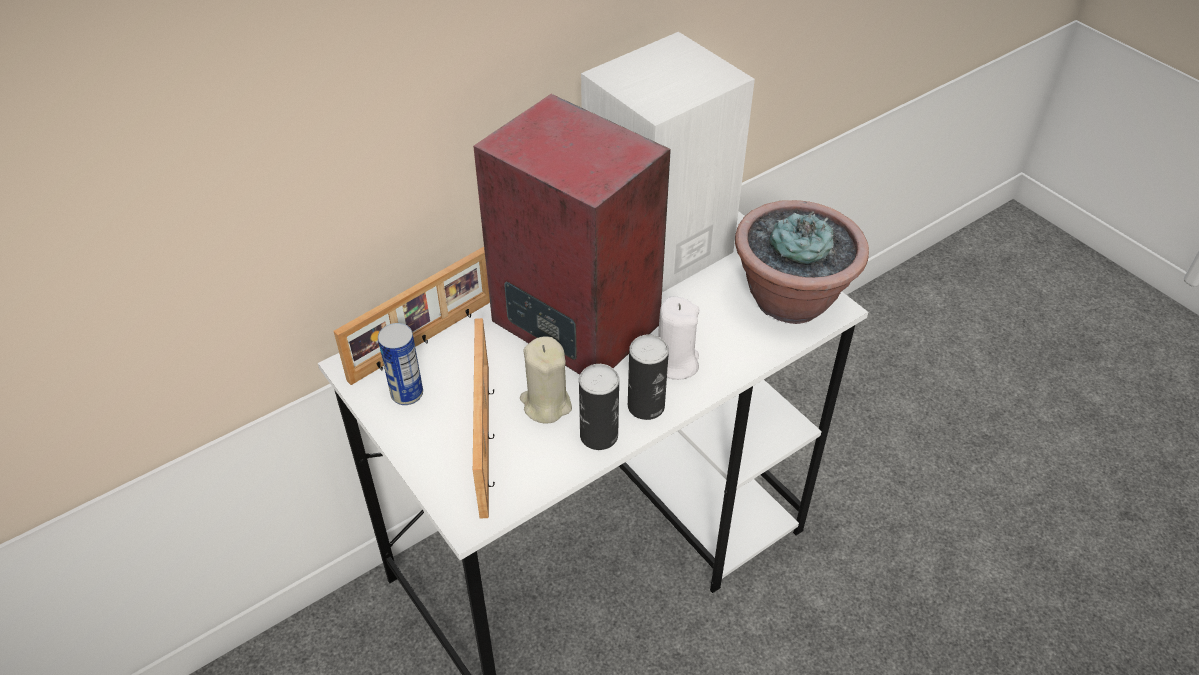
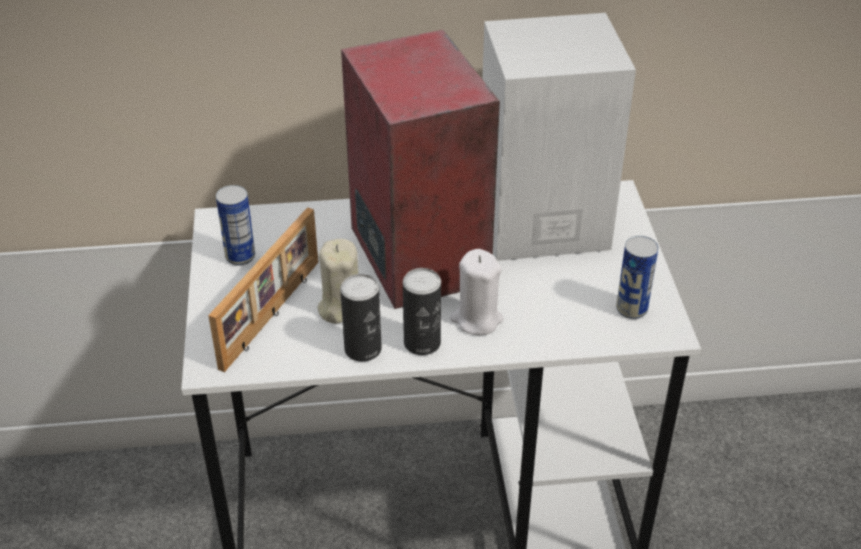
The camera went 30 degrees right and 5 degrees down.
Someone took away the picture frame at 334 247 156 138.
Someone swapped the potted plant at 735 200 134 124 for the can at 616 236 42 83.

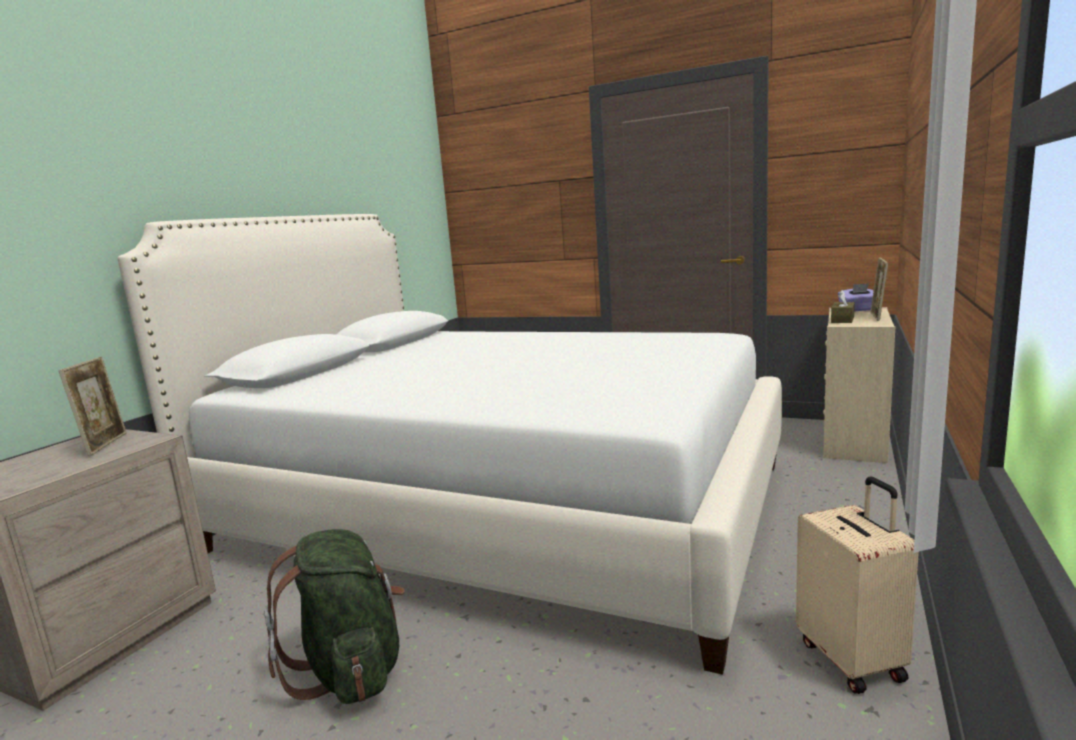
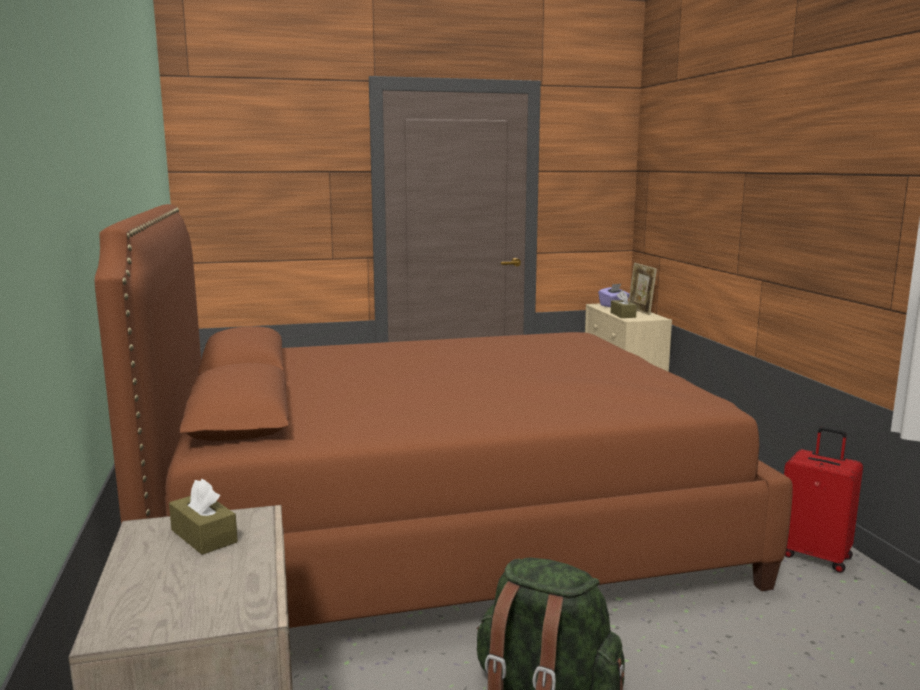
The camera went 40 degrees left and 0 degrees up.
Someone swapped the picture frame at 59 357 68 99 for the brownish tissue box at 169 479 69 76.
Someone repainted the white bedroom bed at 118 214 664 461, which became the brownish bedroom bed at 95 204 698 424.
Someone repainted the sand-coloured travel case at 796 477 123 217, which became the red-coloured travel case at 784 427 79 146.

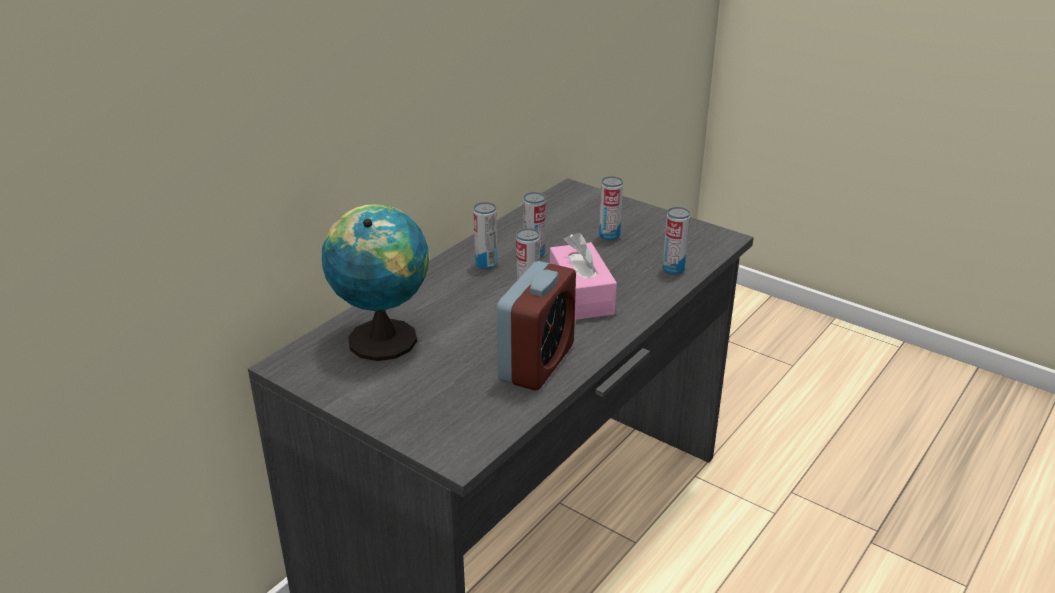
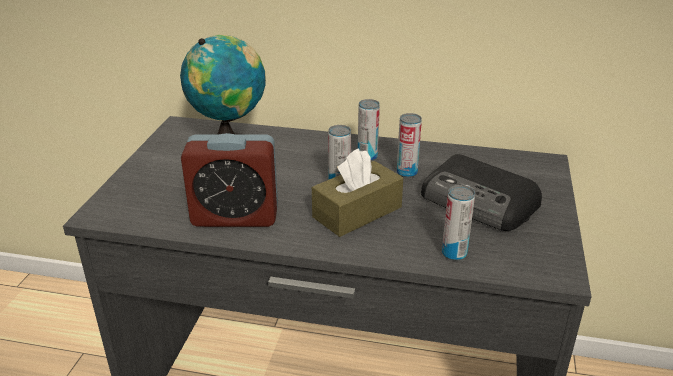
The camera went 65 degrees right and 0 degrees up.
Someone swapped the can at 599 176 24 65 for the radio set at 421 154 121 77.
Someone repainted the pink-coloured tissue box at 550 232 67 88, which became the brownish tissue box at 312 148 91 89.

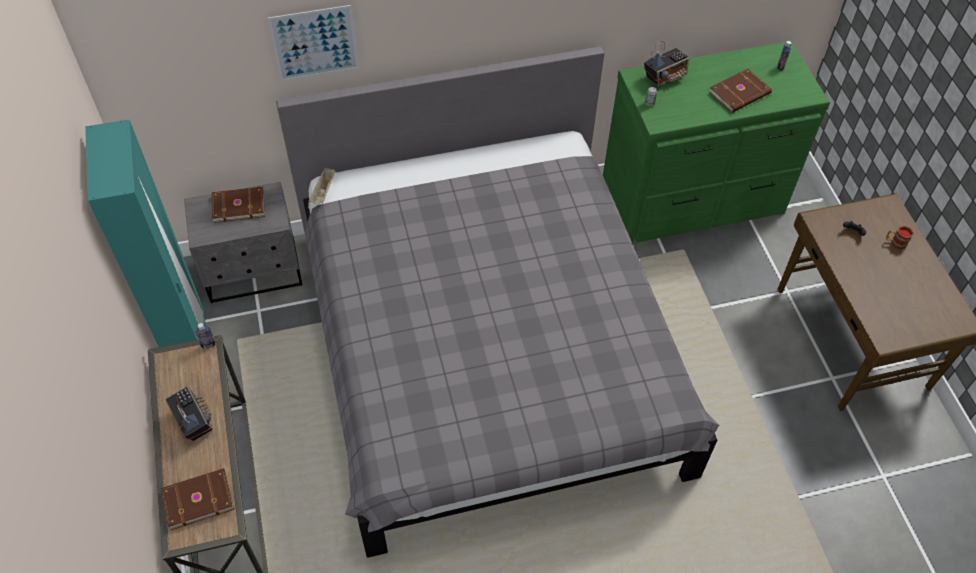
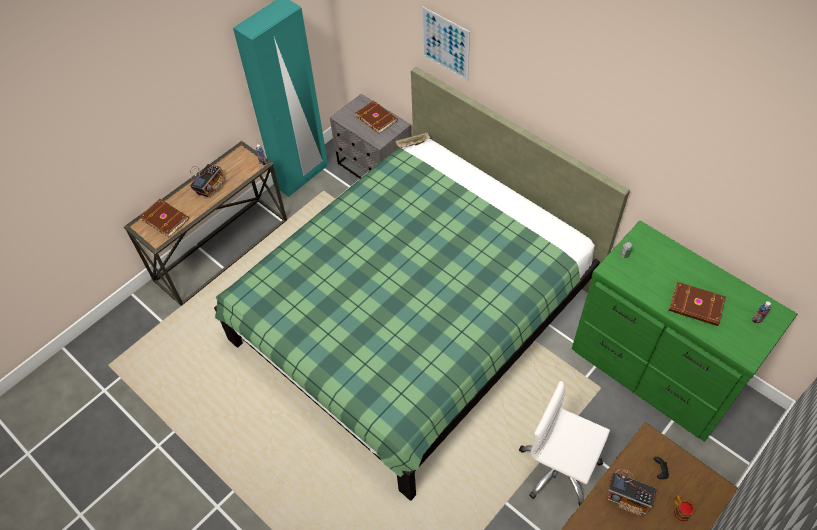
The camera went 60 degrees right and 0 degrees up.
Someone put down the white desk chair at 519 381 91 125.
Someone carried the radio set from 644 40 46 48 to 607 469 49 47.
Someone repainted the grey bedroom bed at 276 47 443 511, which became the greenish bedroom bed at 214 67 416 434.

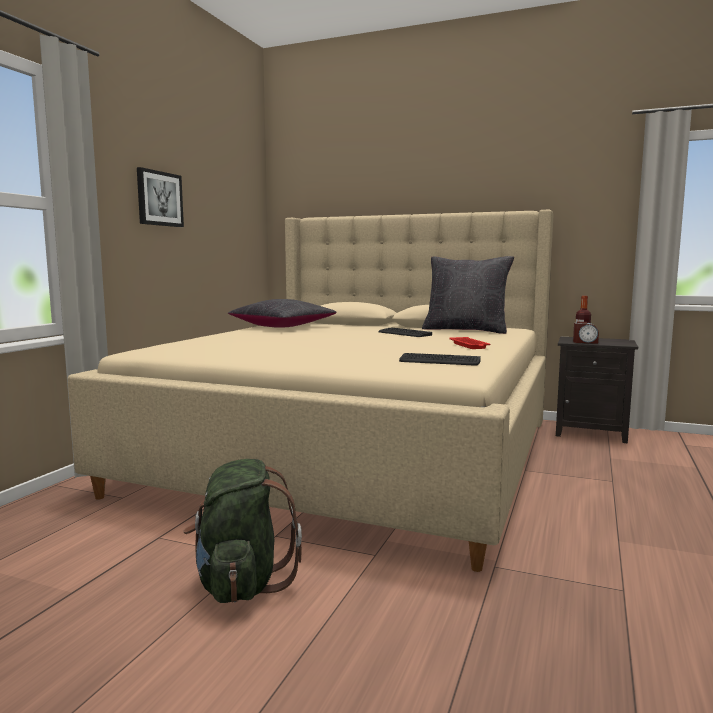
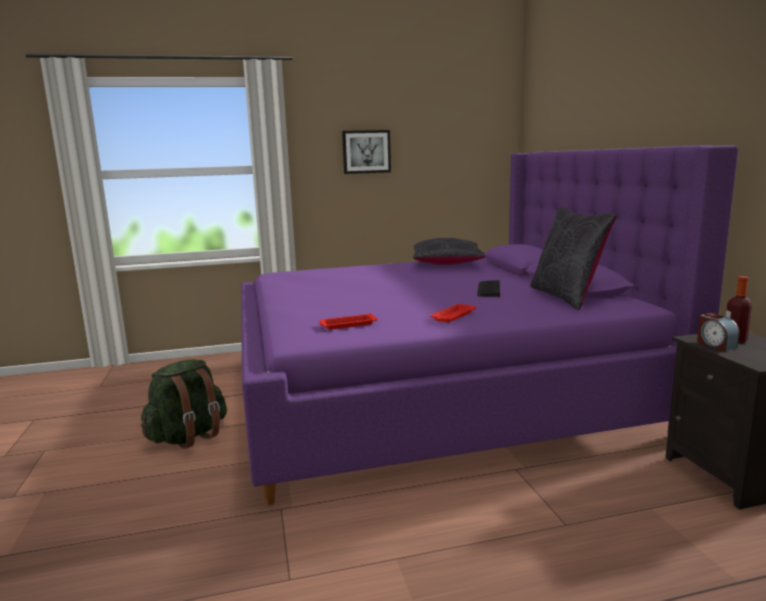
The camera went 55 degrees right and 5 degrees up.
Someone swapped the keyboard at 399 353 82 12 for the red-coloured carrying tray at 319 313 59 17.
Someone repainted the sand-coloured bedroom bed at 68 210 486 362, which became the purple bedroom bed at 241 145 497 360.

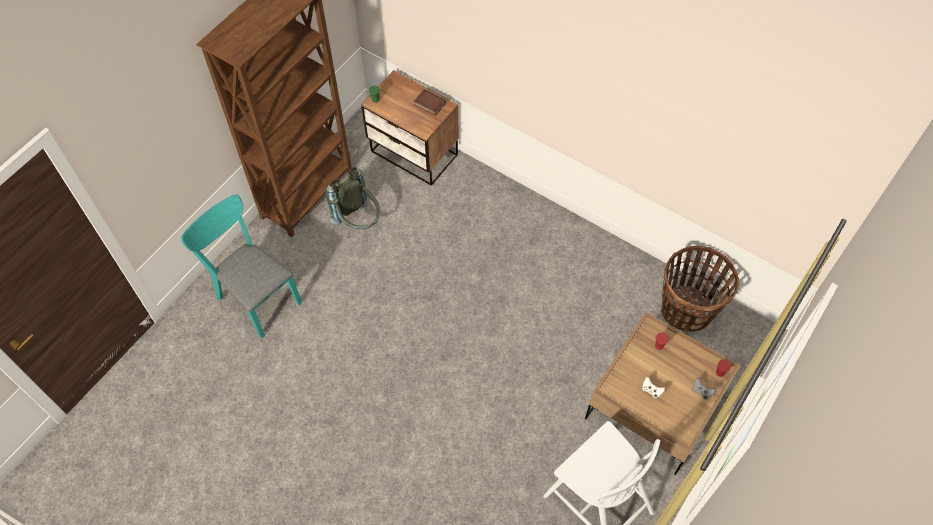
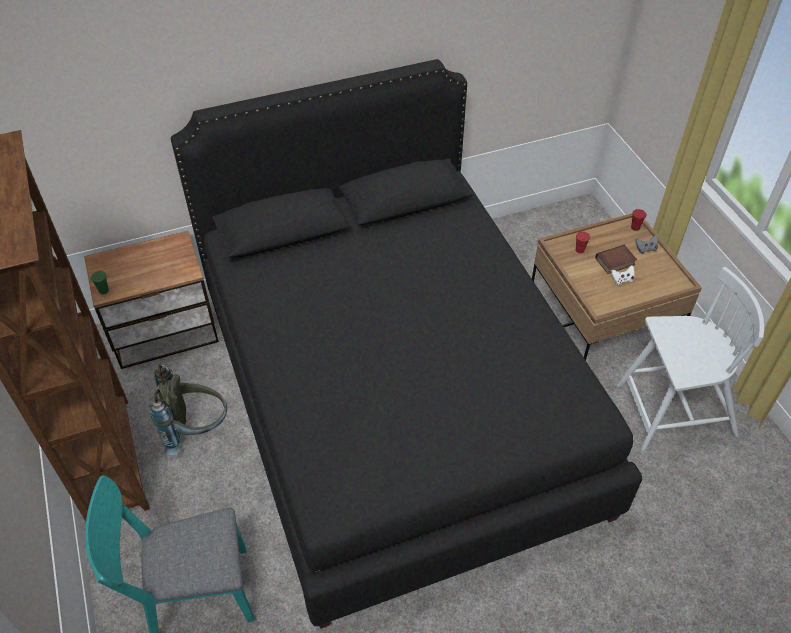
The camera went 55 degrees left and 10 degrees down.
Someone took away the basket at 661 246 78 86.
Someone put down the black bedroom bed at 171 59 471 570.
Someone carried the bound book from 414 90 32 26 to 596 245 41 29.

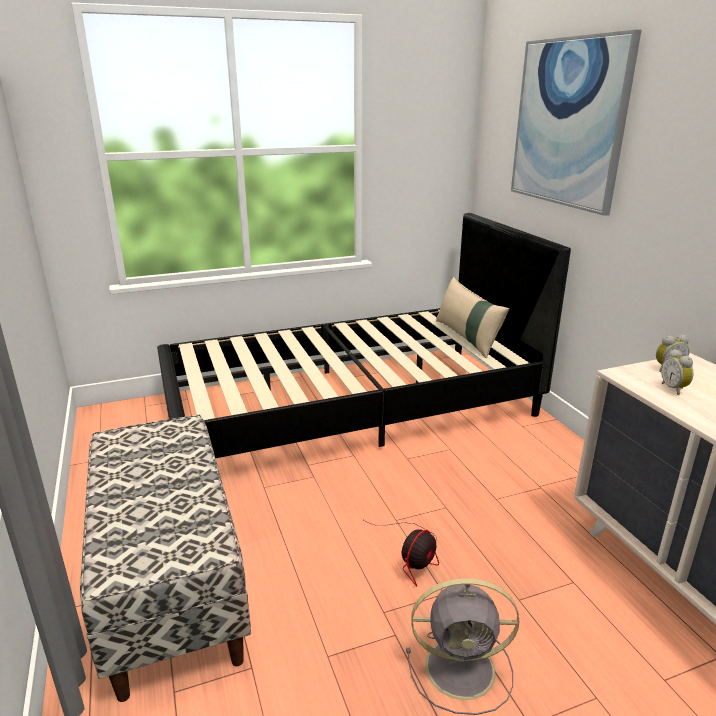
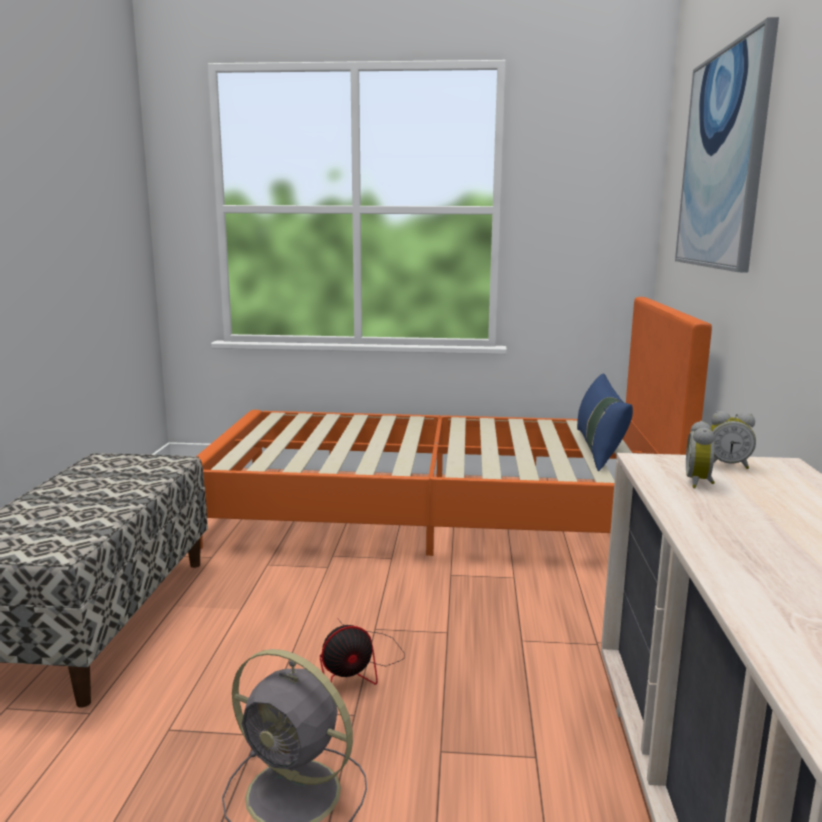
The camera went 25 degrees right and 10 degrees down.
Someone repainted the black bedroom bed at 157 213 414 245, which became the orangey bedroom bed at 197 297 515 259.
Someone repainted the sand-coloured cushion at 436 277 73 81, which became the blue-coloured cushion at 577 373 56 98.

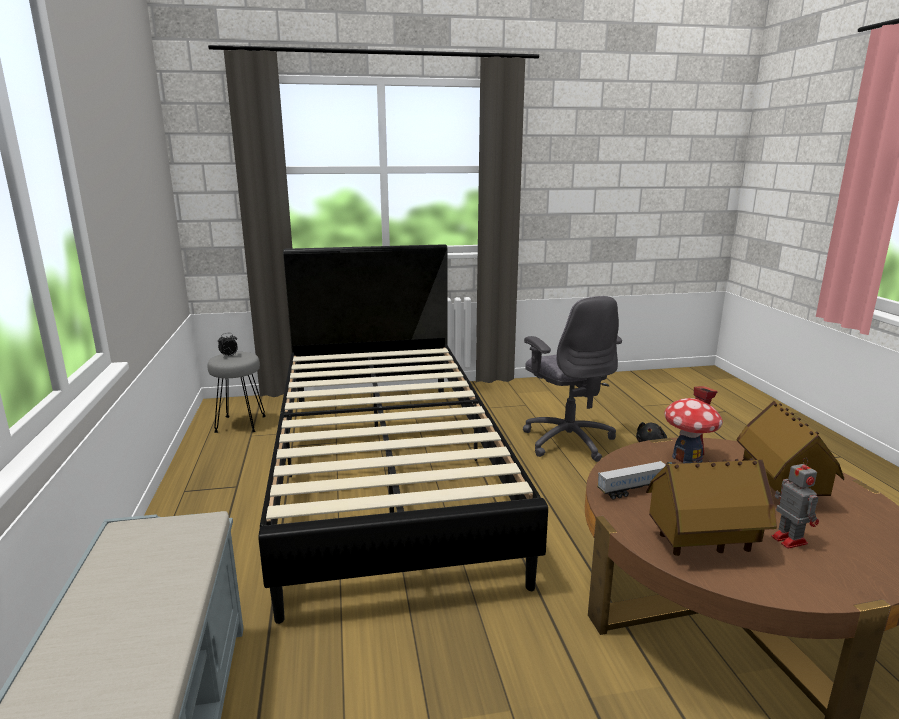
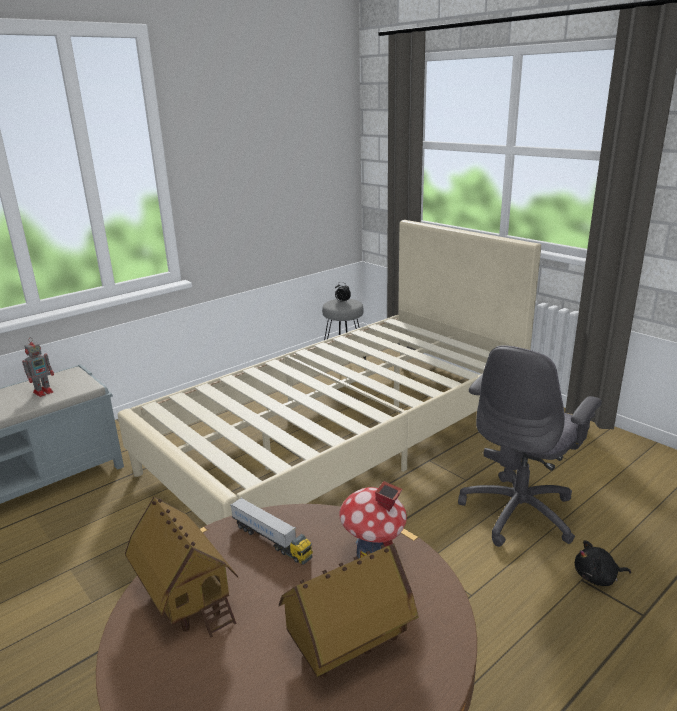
The camera went 60 degrees right and 5 degrees up.
Someone carried the toy robot from 771 457 48 92 to 22 337 32 60.
Someone repainted the black bedroom bed at 258 244 290 380, which became the sand-coloured bedroom bed at 118 220 423 305.

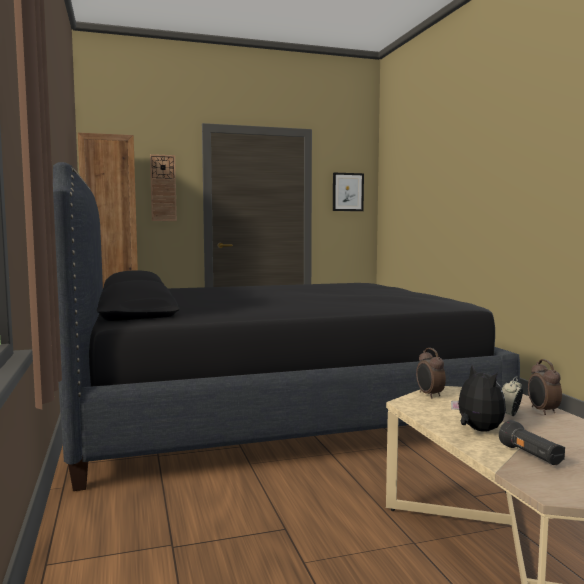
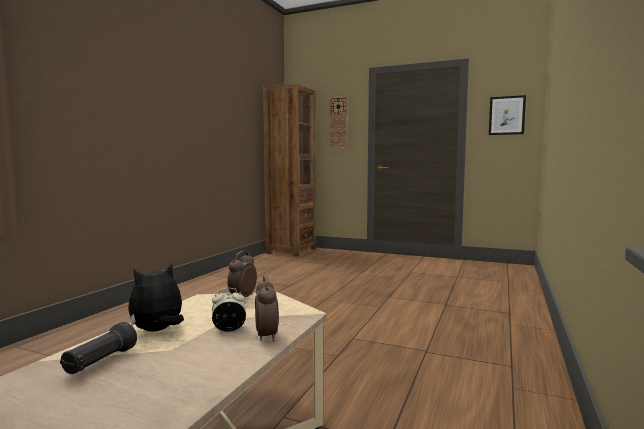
The camera went 40 degrees right and 0 degrees up.
Someone took away the black bedroom bed at 53 162 467 329.
Someone rotated the cuddly toy at 451 365 55 67 by 150 degrees counterclockwise.
Someone rotated the alarm clock at 528 359 34 56 by 135 degrees clockwise.

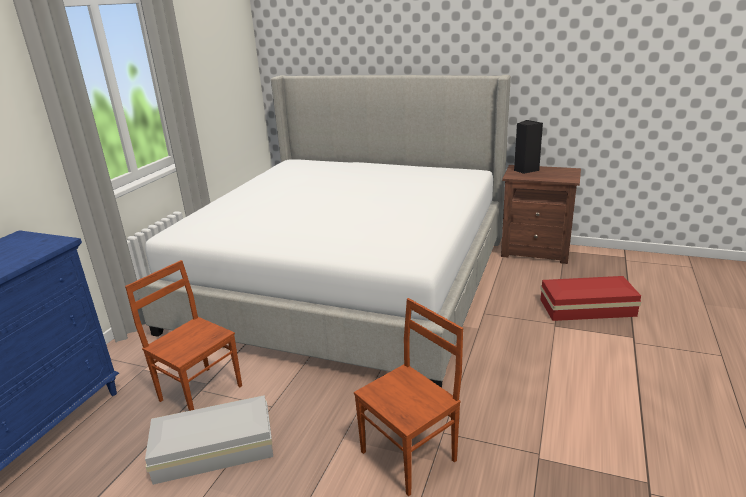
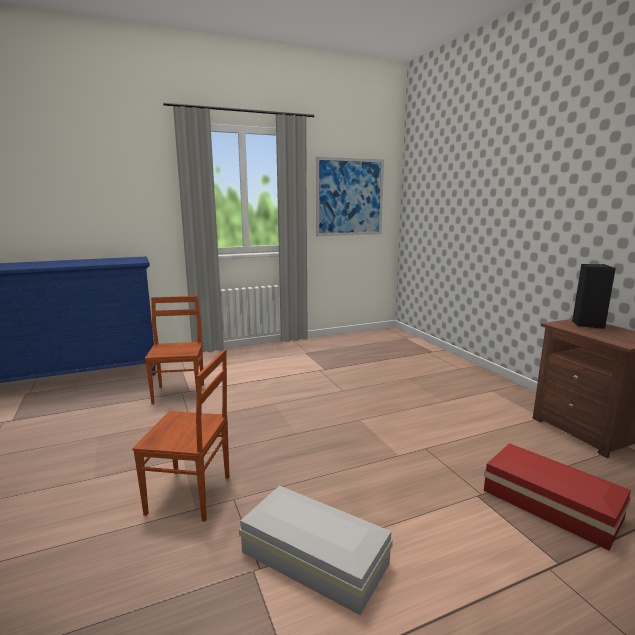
The camera went 45 degrees right and 10 degrees down.
Someone took away the bedroom bed at 137 75 374 313.
Someone put up the wall art at 316 157 68 79.
Someone carried the white storage box from 145 395 128 90 to 239 486 154 129.

